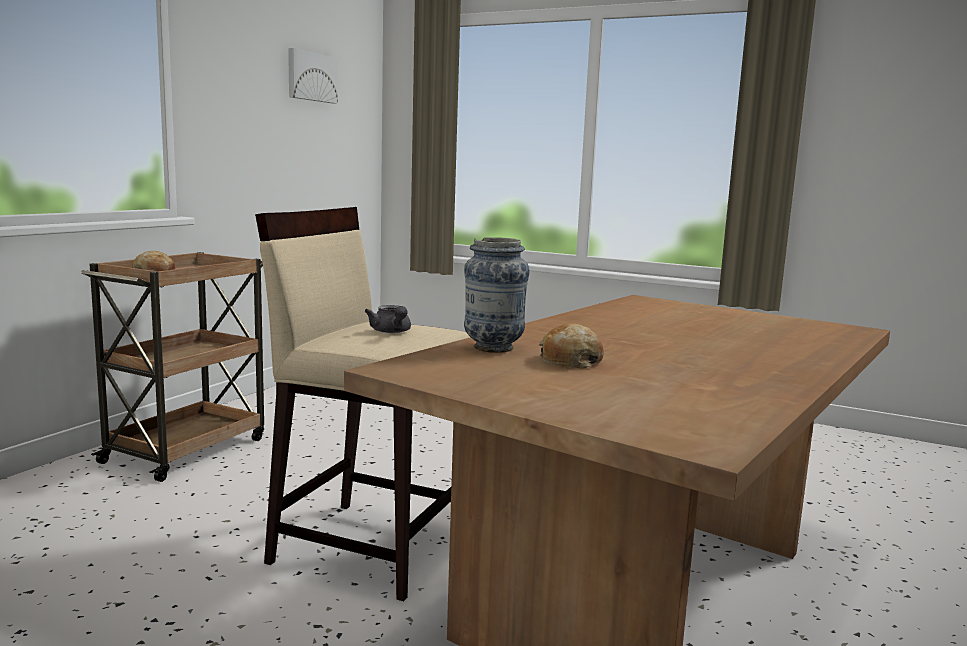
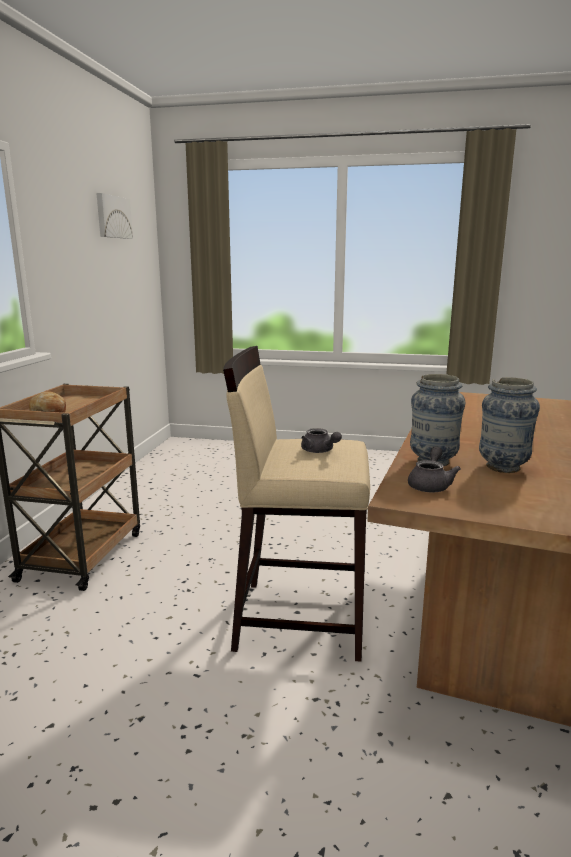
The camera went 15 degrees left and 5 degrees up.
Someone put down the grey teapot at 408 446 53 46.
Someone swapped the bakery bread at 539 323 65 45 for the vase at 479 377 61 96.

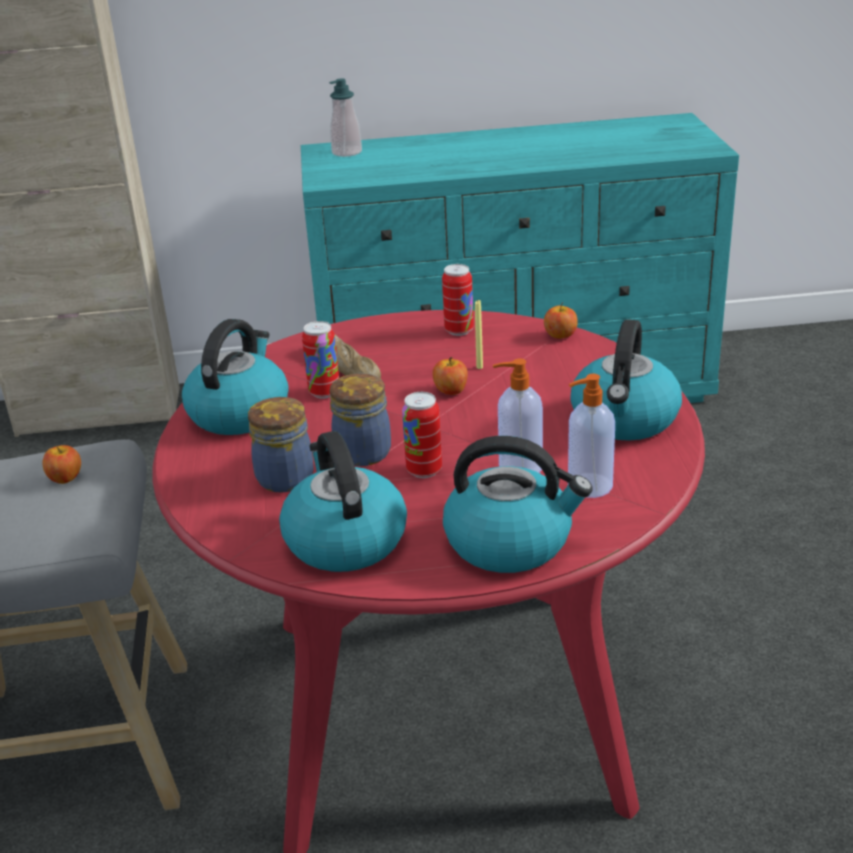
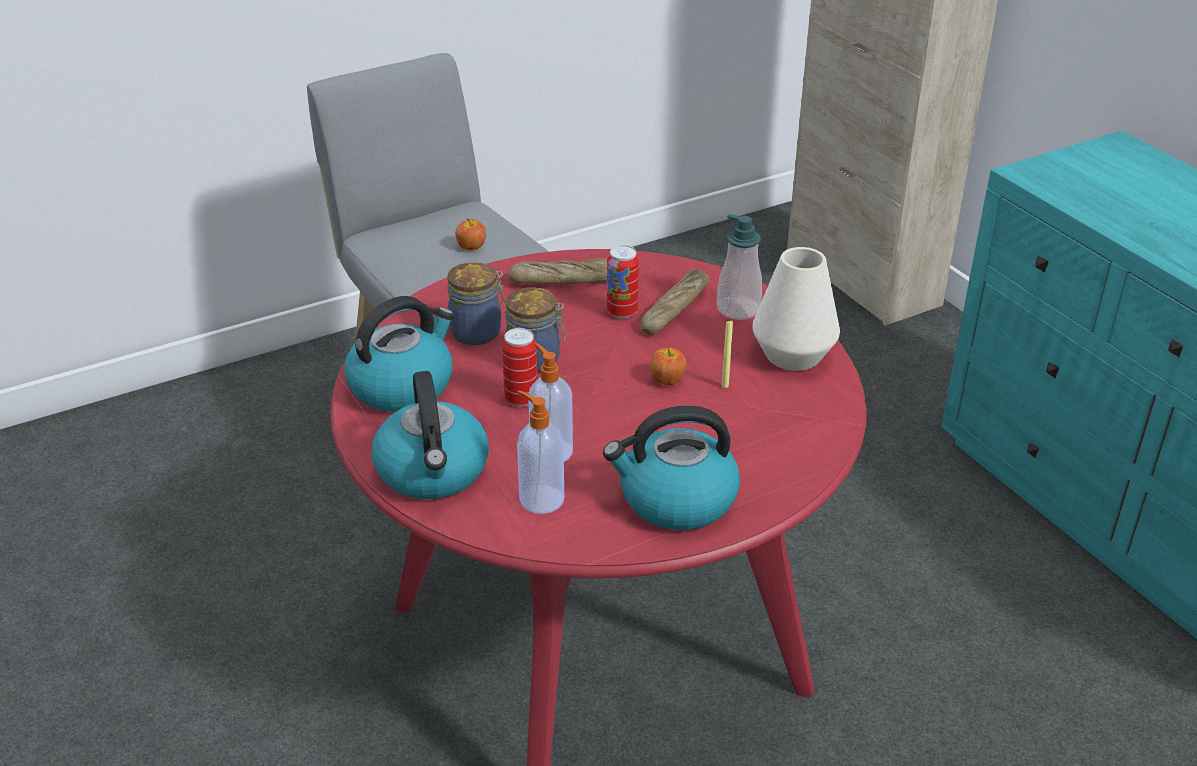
The camera went 65 degrees right and 5 degrees up.
Someone took away the whole apple at 544 302 34 37.
Someone carried the soap bottle from 329 79 33 78 to 717 214 45 106.
Someone swapped the water kettle at 182 319 107 116 for the bakery bread at 509 258 98 26.
Someone swapped the can at 442 264 32 72 for the white vase at 752 247 88 124.

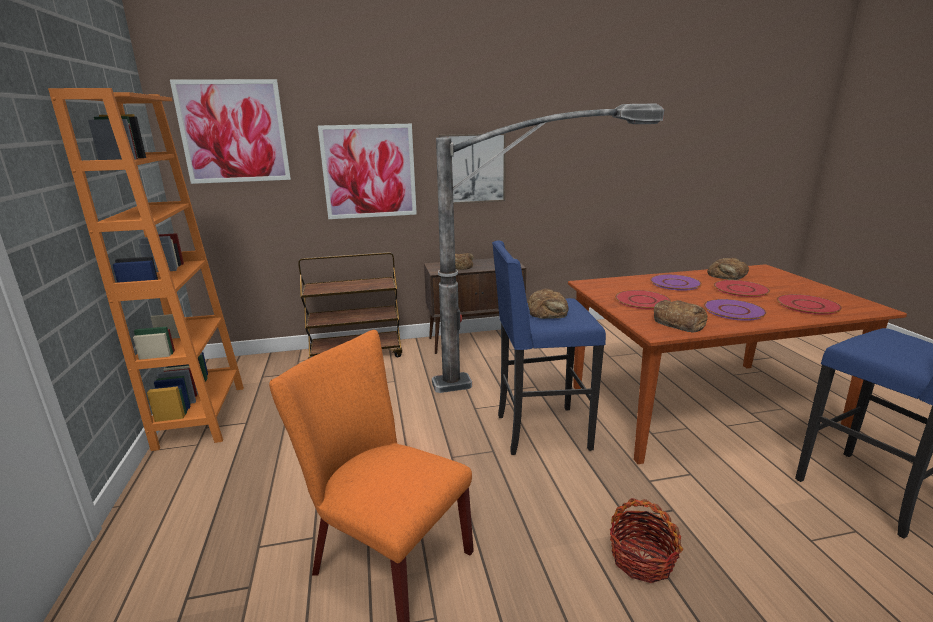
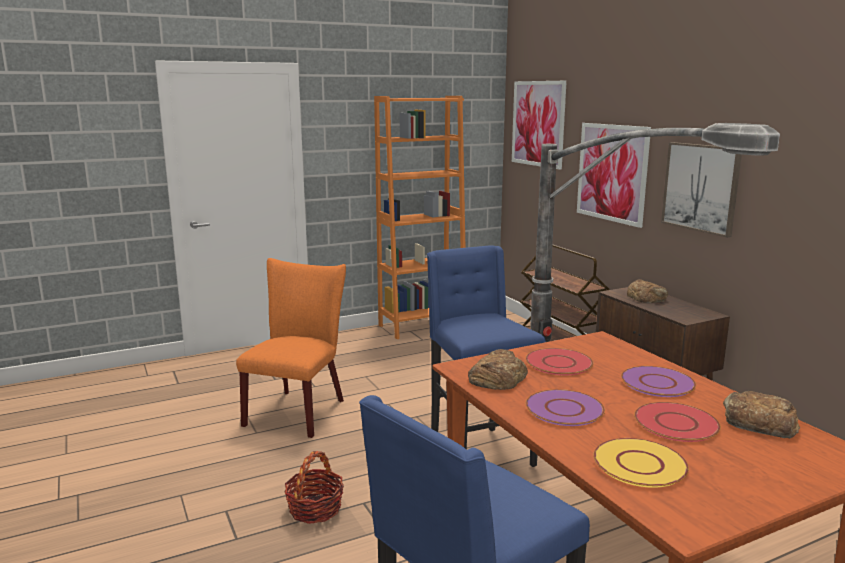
The camera went 75 degrees right and 5 degrees down.
Someone took away the bakery bread at 528 288 41 31.
Someone repainted the red-coloured flat dish at 777 294 65 21, which became the yellow-coloured flat dish at 593 438 96 50.

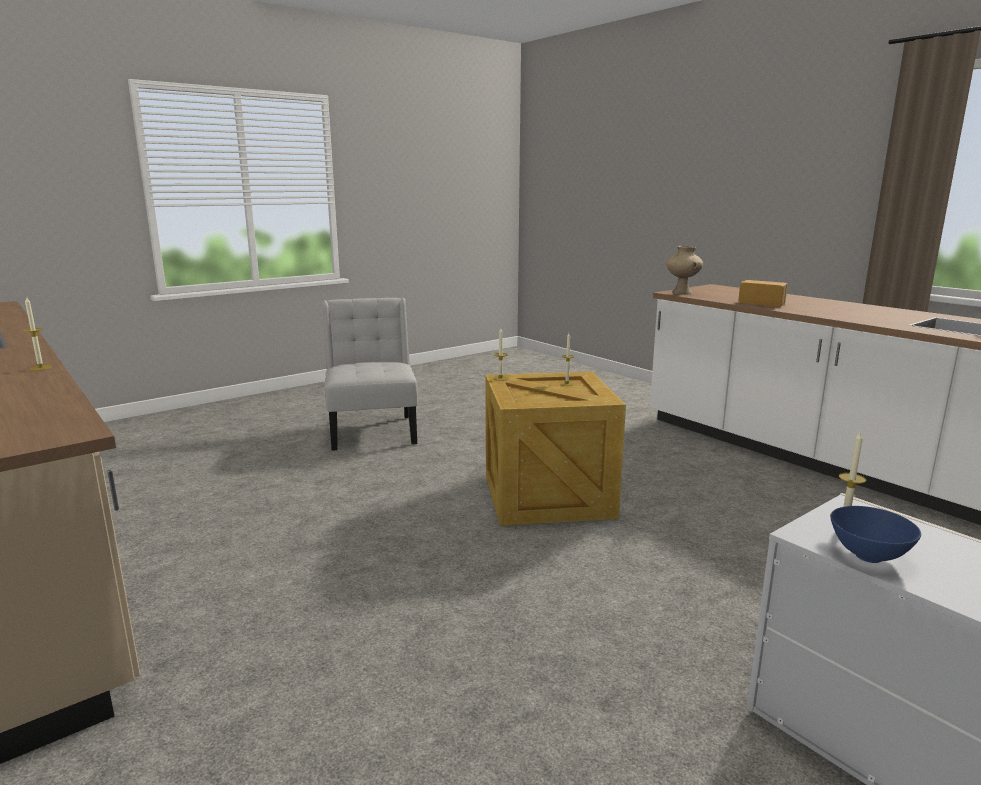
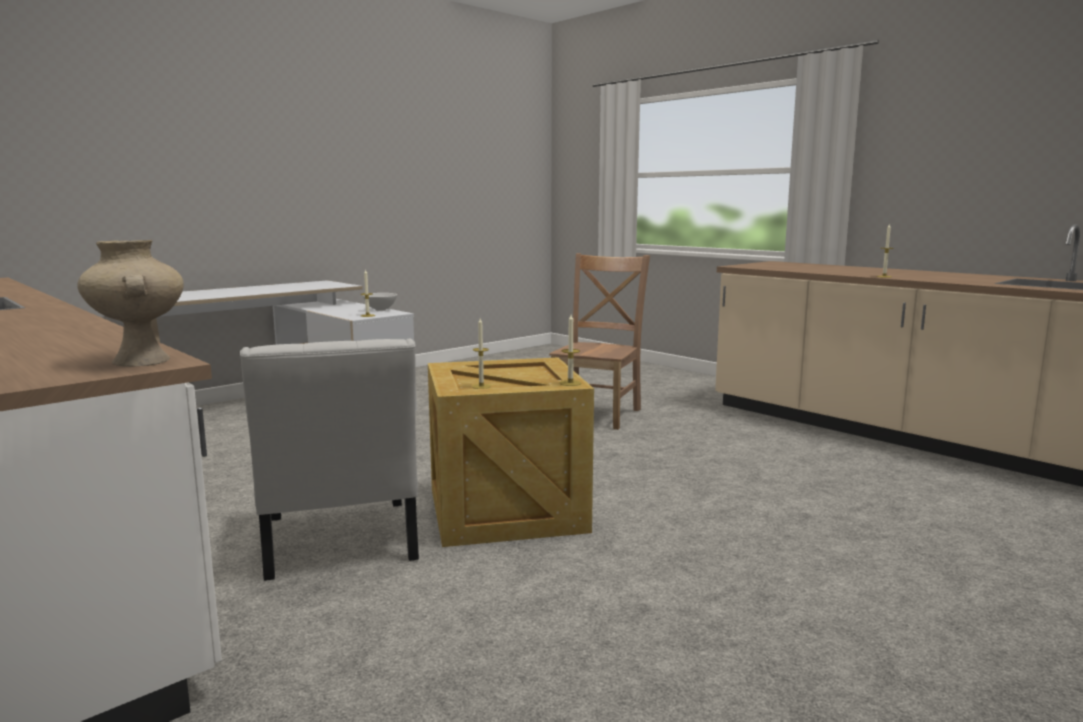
The camera went 175 degrees right and 5 degrees down.
Someone took away the bakery bread at 738 280 50 26.
Someone put down the brownish upright chair at 549 253 101 177.
Someone carried the white upright chair from 322 298 96 153 to 240 338 179 243.
Someone repainted the blue-coloured bowl at 831 506 90 57, which became the white bowl at 363 293 34 18.

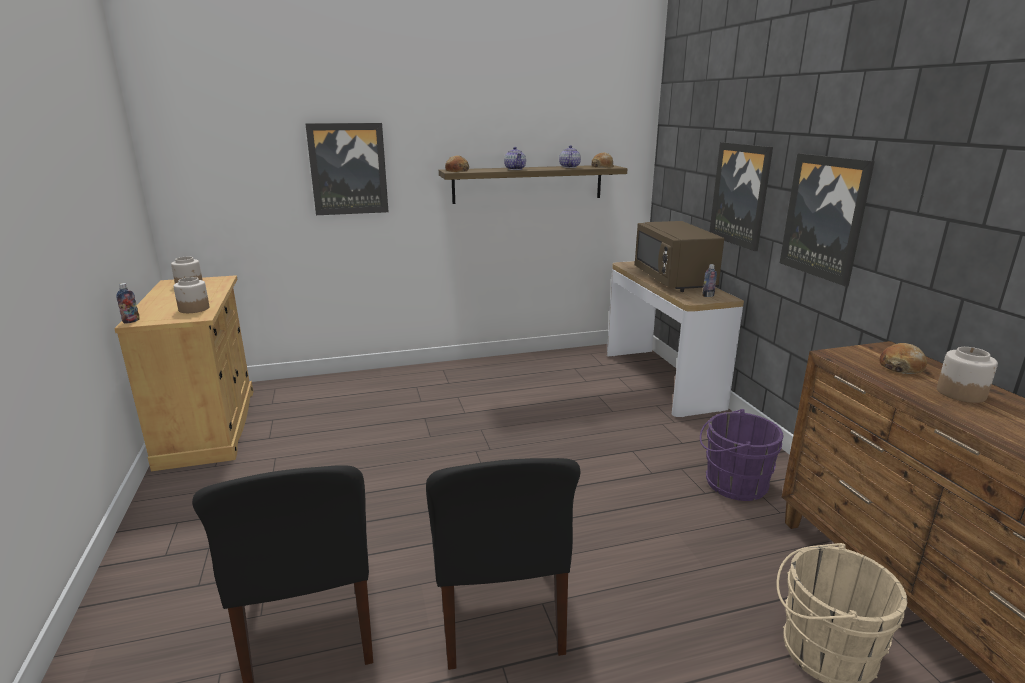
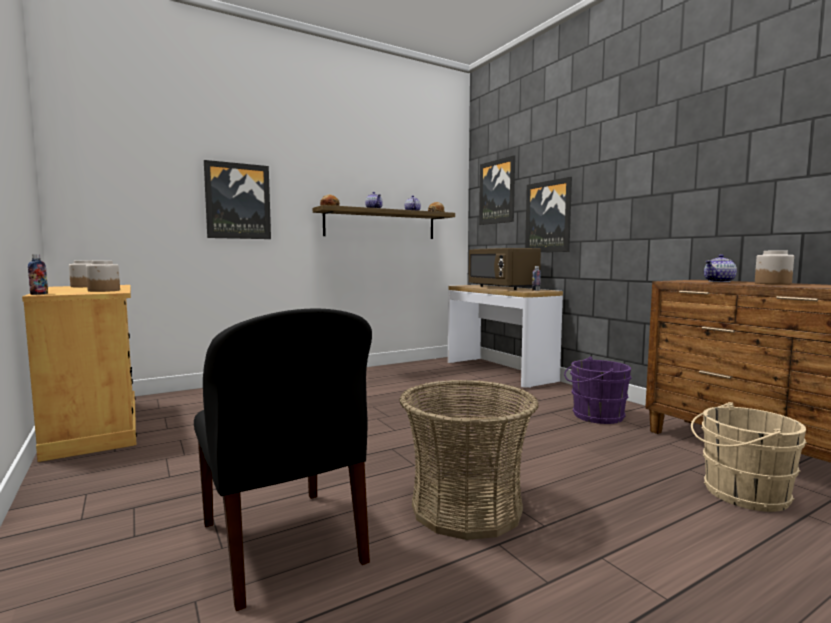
The camera went 15 degrees left and 15 degrees down.
Someone carried the wall art from 780 153 95 134 to 479 155 36 70.
Someone swapped the black upright chair at 426 458 154 212 for the basket at 399 380 140 160.
Someone swapped the bakery bread at 880 343 47 31 for the teapot at 704 254 33 28.

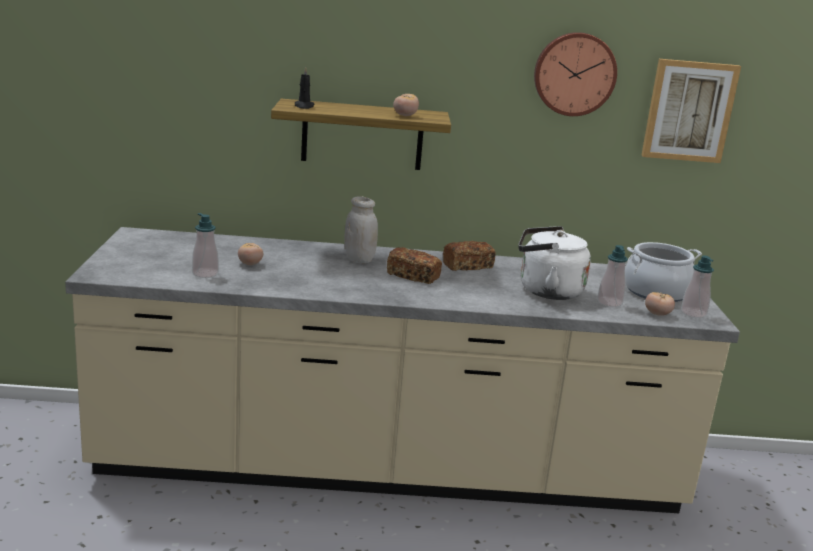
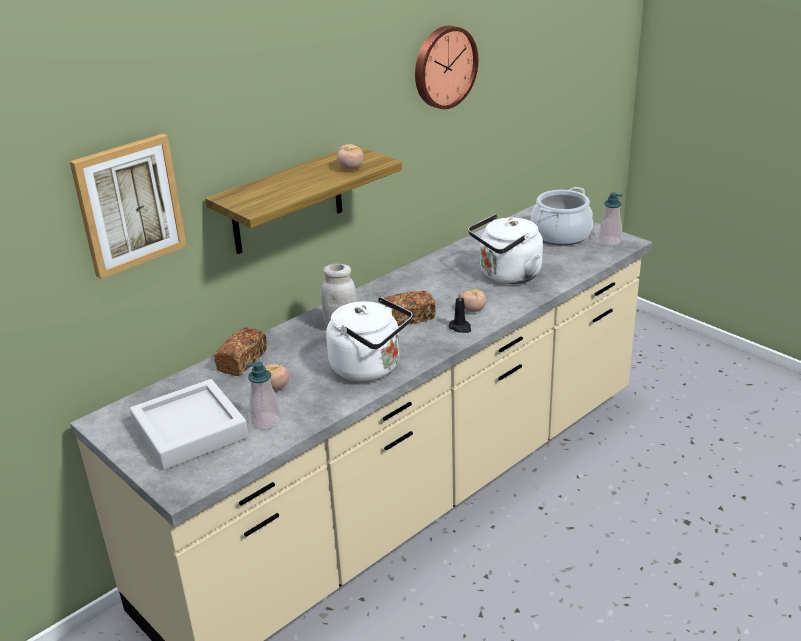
The camera went 40 degrees left and 10 degrees up.
Someone took away the soap bottle at 597 245 31 62.
Someone put down the grey carrying tray at 130 379 119 91.
Someone put down the white water kettle at 326 297 87 85.
Someone carried the black wax candle from 295 67 20 42 to 448 292 23 41.
Someone carried the bakery bread from 443 241 53 30 to 214 327 53 49.
Someone carried the wall art from 642 59 99 104 to 70 134 117 145.
Someone carried the fresh tomato from 645 292 30 24 to 461 289 26 23.

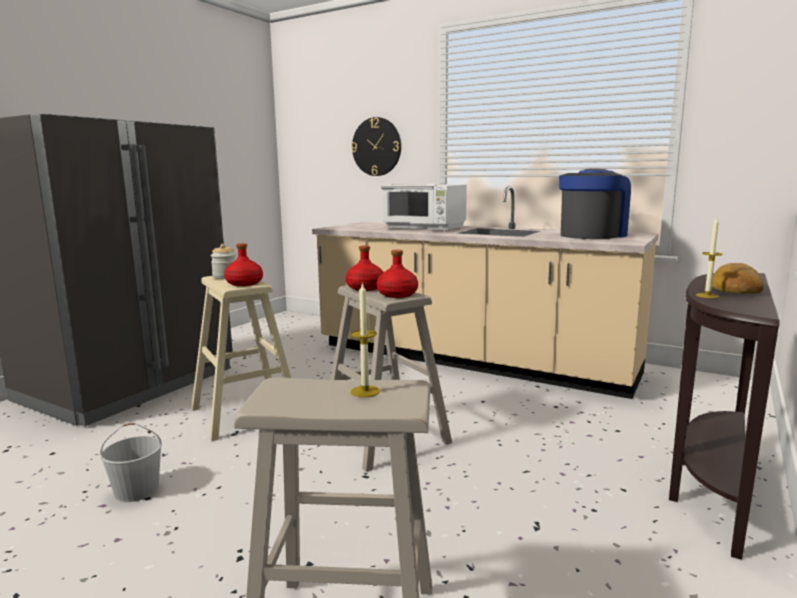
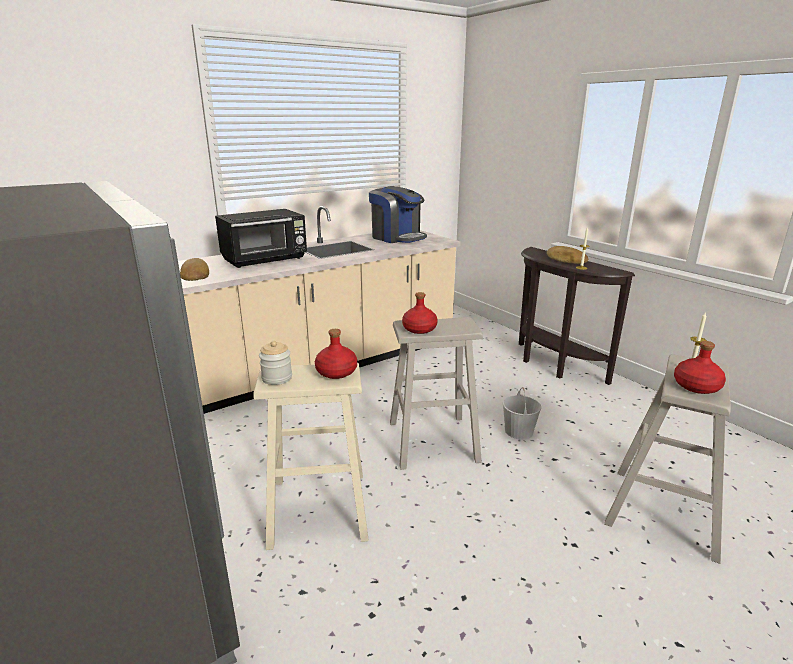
The camera went 65 degrees left and 10 degrees up.
Someone took away the clock on the wall at 351 117 50 59.
Someone put down the bakery bread at 180 258 29 23.
Someone carried the white pail from 100 423 62 79 to 503 387 38 53.
Someone carried the red-coloured bottle from 377 250 41 48 to 674 341 52 53.
Someone repainted the white microwave at 382 184 85 47, which became the black microwave at 215 209 92 59.
Someone rotated the coffee brewer at 559 168 72 71 by 150 degrees clockwise.

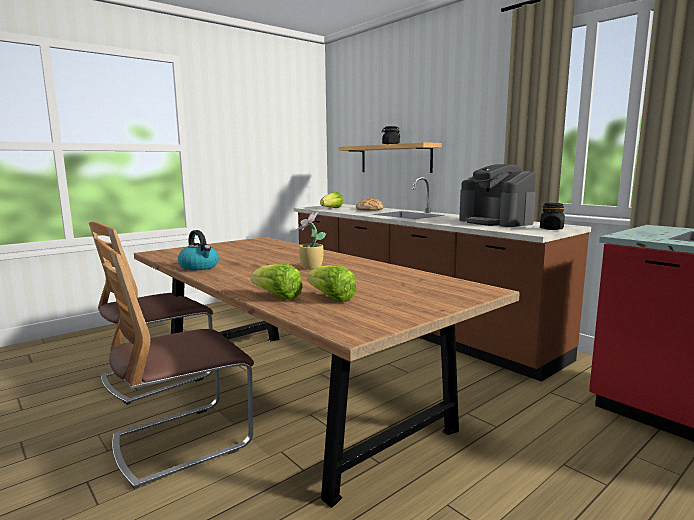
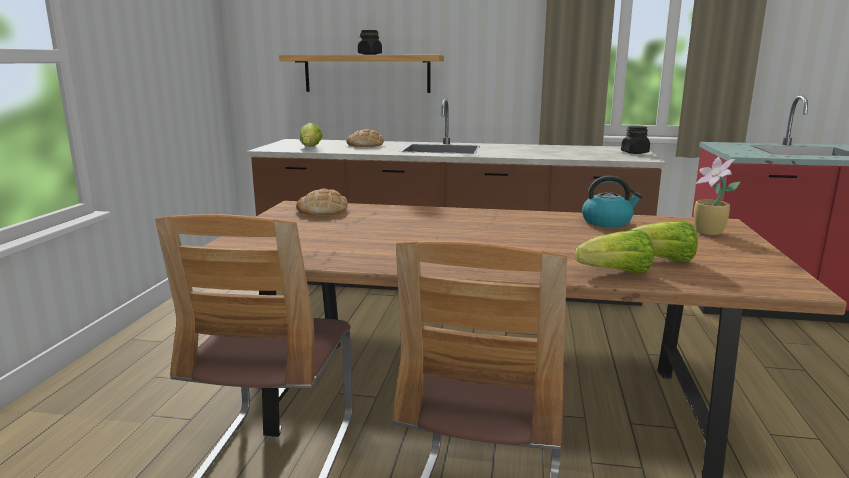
The camera went 40 degrees left and 5 degrees up.
Someone took away the coffee brewer at 459 164 77 63.
Someone put down the bakery bread at 296 188 52 27.
Someone carried the water kettle from 178 230 41 41 to 582 176 61 51.
Someone carried the potted plant from 295 211 31 59 to 694 157 46 78.

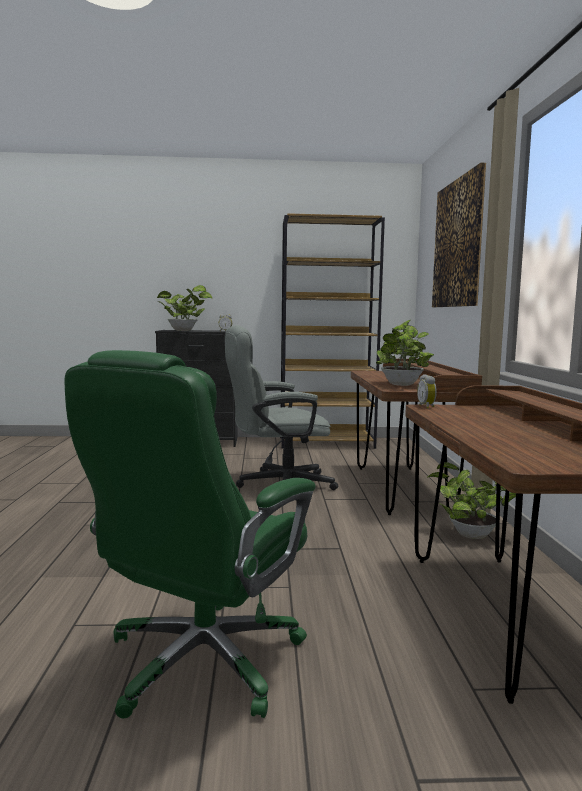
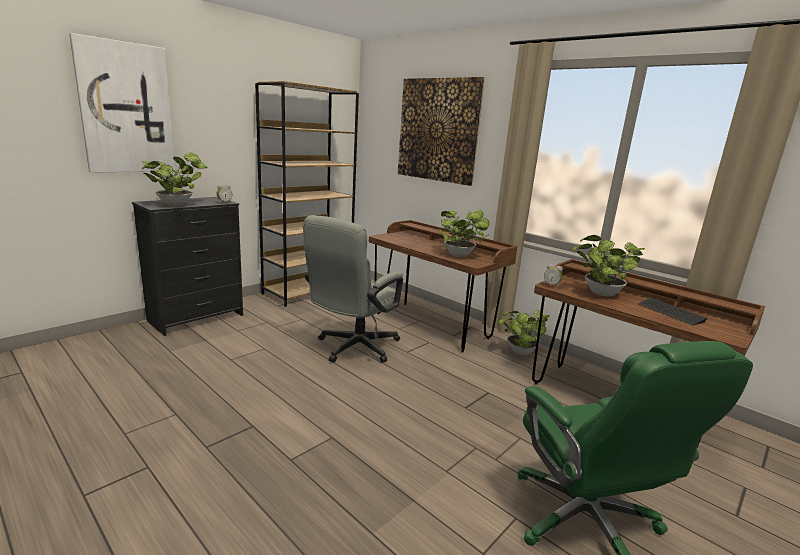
The camera went 45 degrees left and 10 degrees up.
Someone put up the wall art at 69 33 106 140.
Someone put down the potted plant at 571 235 74 62.
Someone put down the keyboard at 639 297 69 28.

